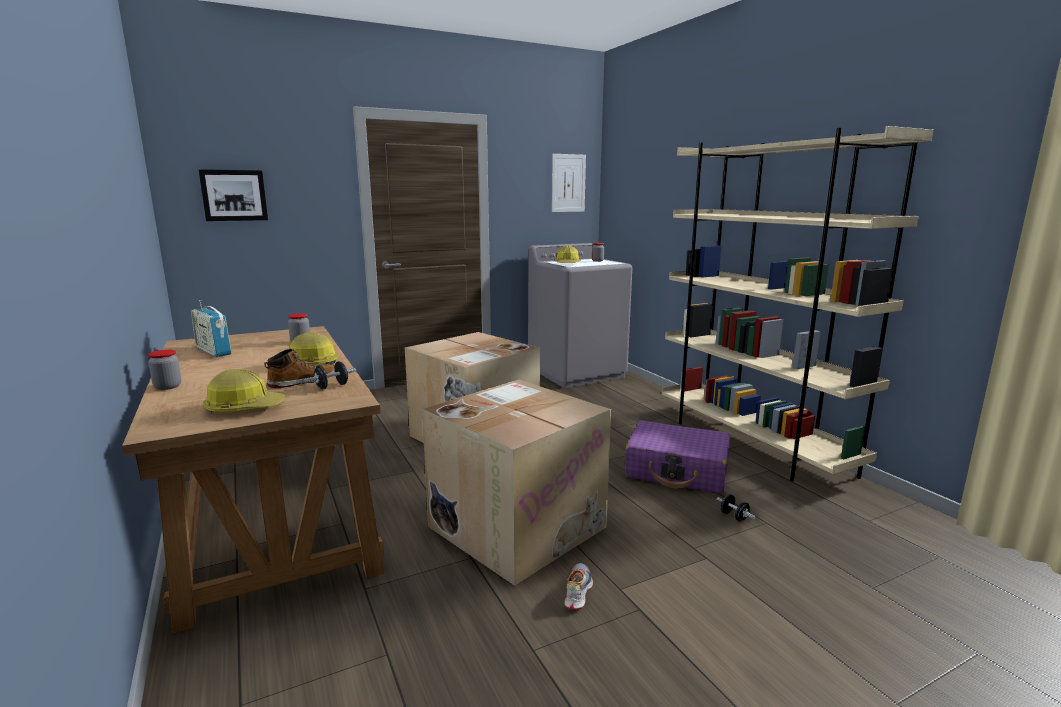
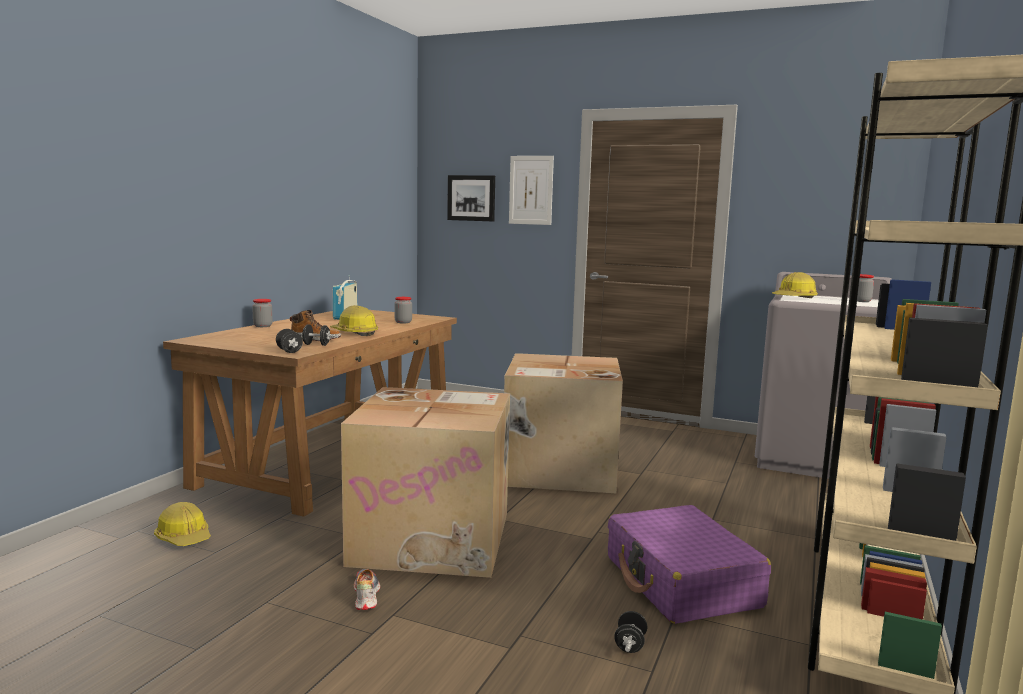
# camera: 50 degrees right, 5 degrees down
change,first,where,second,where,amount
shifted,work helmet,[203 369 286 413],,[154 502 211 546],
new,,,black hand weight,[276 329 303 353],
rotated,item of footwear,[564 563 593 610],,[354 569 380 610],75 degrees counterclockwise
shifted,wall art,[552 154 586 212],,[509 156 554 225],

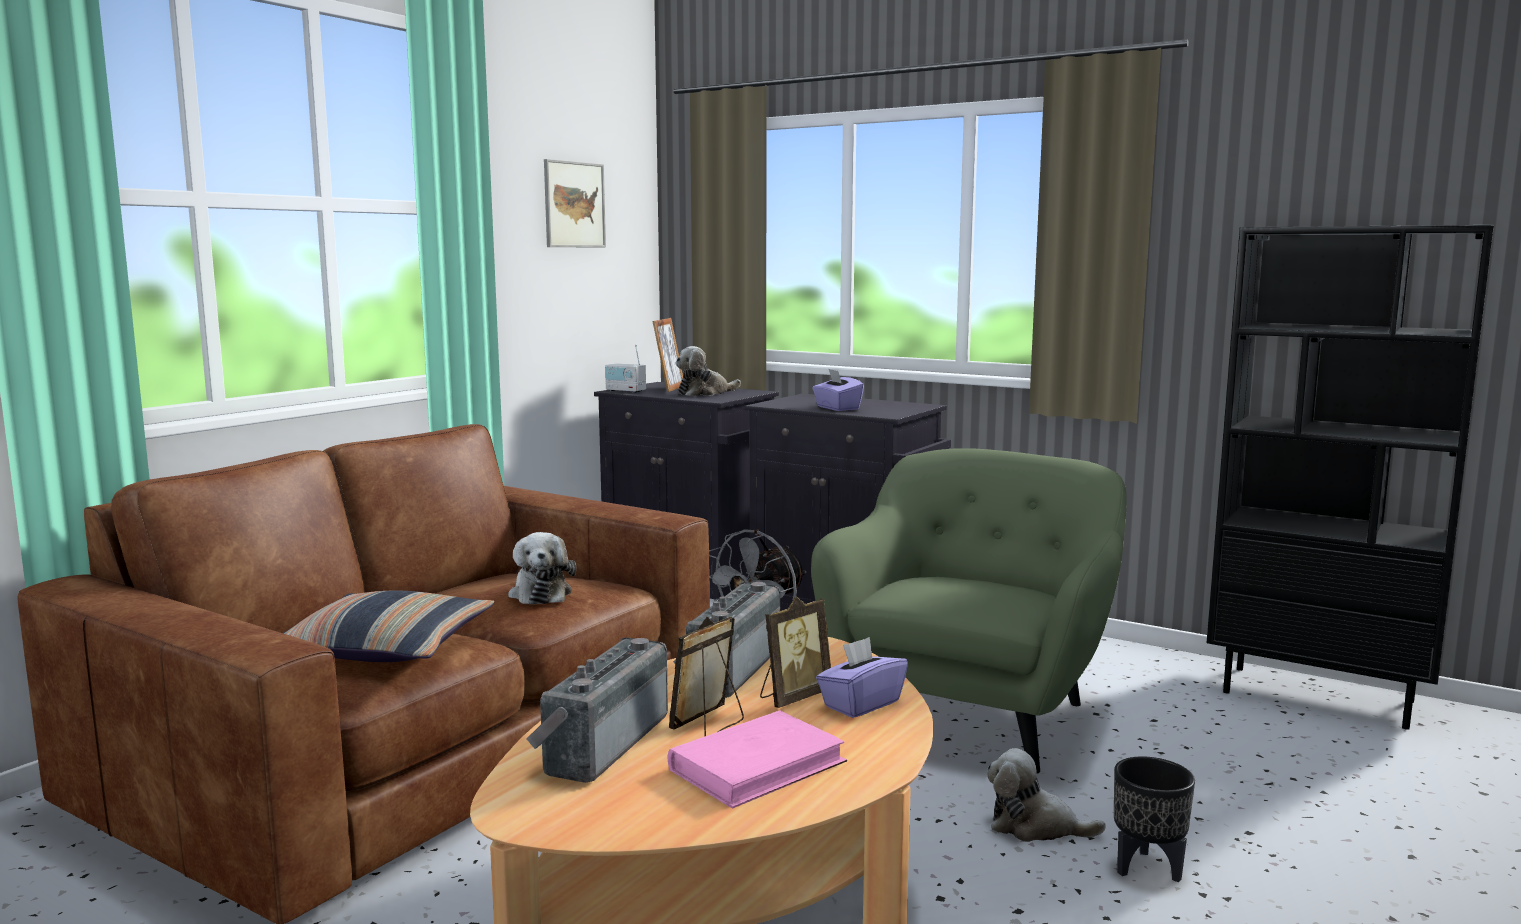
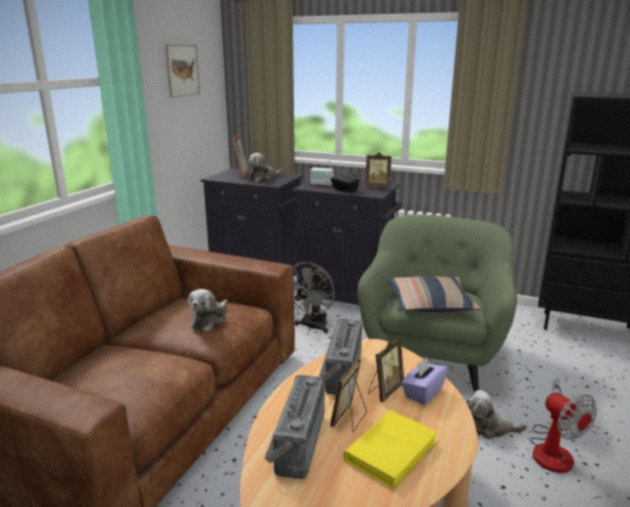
# camera: 10 degrees left, 10 degrees up
change,first,where,second,where,amount
rotated,soft toy,[508 532 576 605],,[188 289 228 331],45 degrees clockwise
shifted,radio,[605 345 646 393],,[310 160 334 186],
repainted,purple-coloured tissue holder,[812 369 864 411],black tissue holder,[330 168 360 192],
repainted,pink book,[667 710 847 808],yellowish book,[343 410 438 490],
new,,,photo frame,[365 152 392 187],
shifted,throw pillow,[283 591 494 662],,[387 276 481 312],
swapped,black planter,[1114 756 1195 882],electric fan,[530 378 597 473],

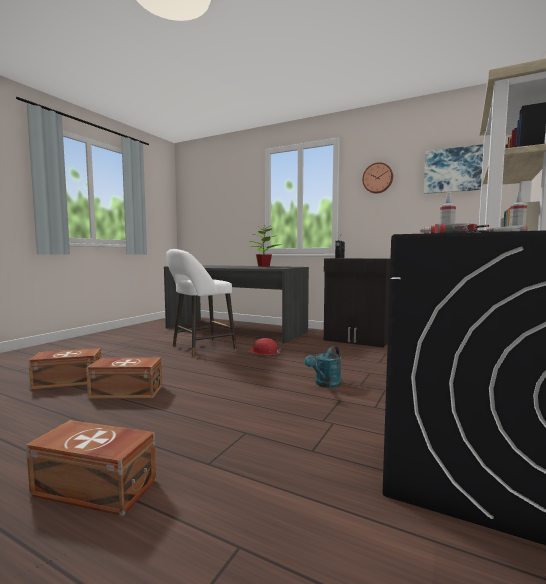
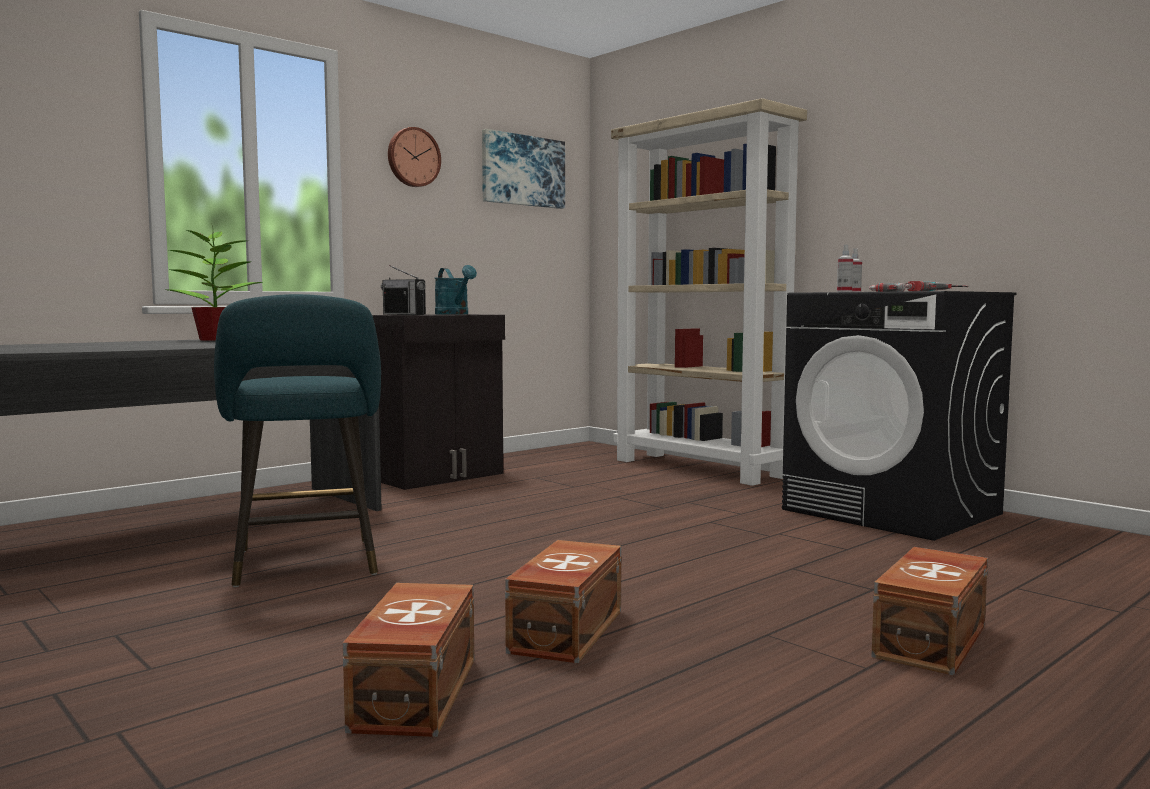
# camera: 70 degrees left, 0 degrees up
change,first,where,second,where,amount
repainted,white stool,[166 249 237 357],turquoise-coloured stool,[214 294 381 587],
shifted,turquoise-coloured watering can,[304 346 341 388],,[435 265 477 314],
gone,red-coloured work helmet,[248 338 281 355],,,

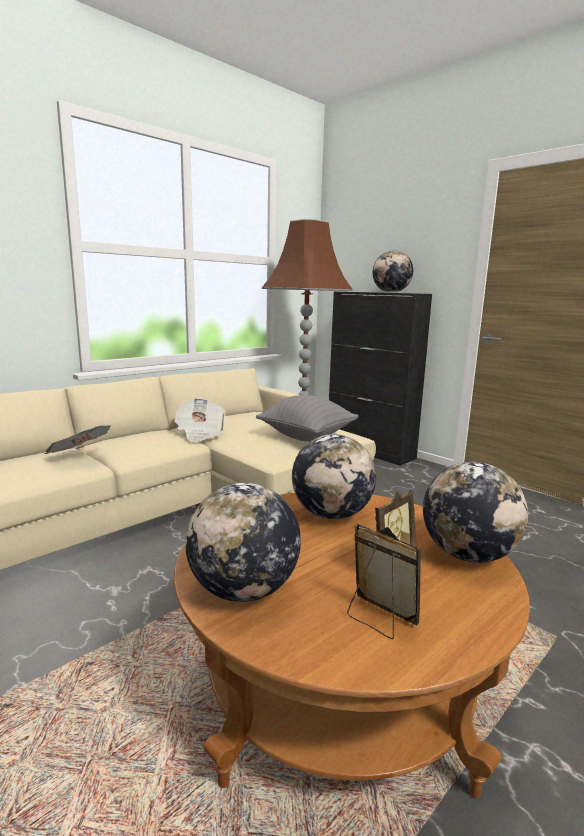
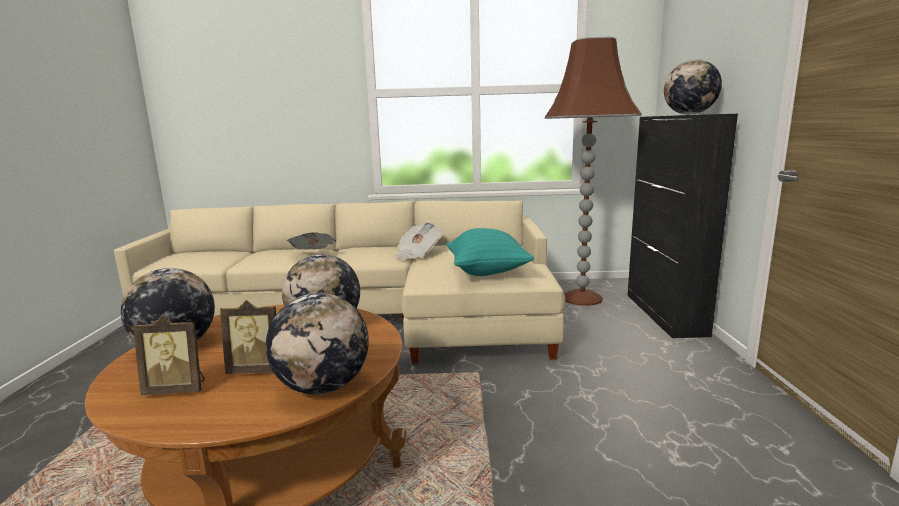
# camera: 45 degrees right, 0 degrees up
change,first,where,second,where,amount
rotated,photo frame,[347 524 421 639],,[133 316 205 395],90 degrees clockwise
repainted,grey throw pillow,[256 395 359 442],turquoise-coloured throw pillow,[446 228 534 276],

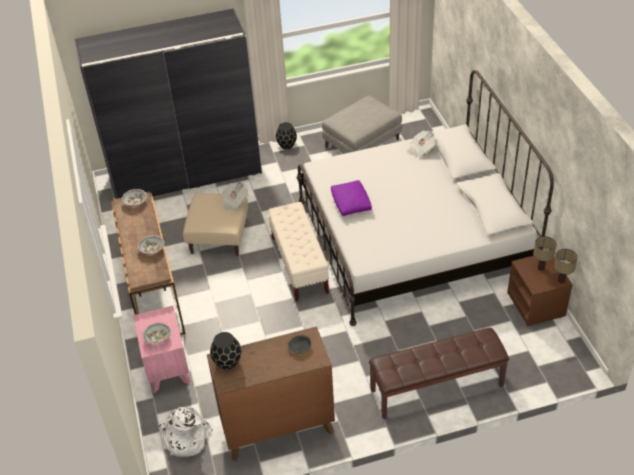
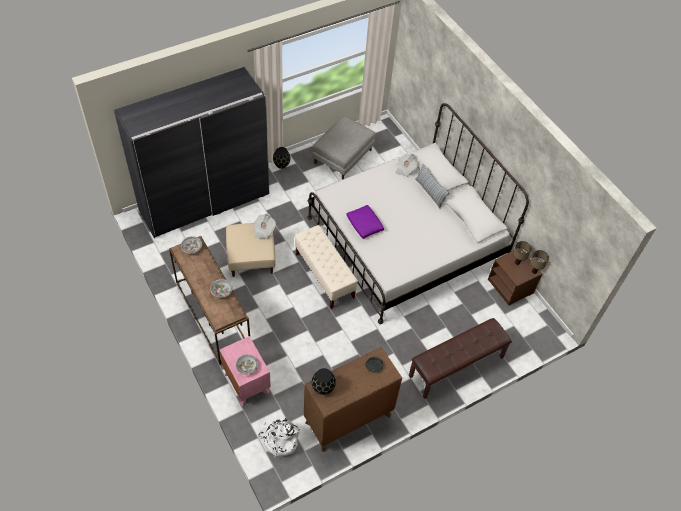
# camera: 20 degrees left, 10 degrees up
change,first,where,second,where,amount
new,,,throw pillow,[415 163 449 209],

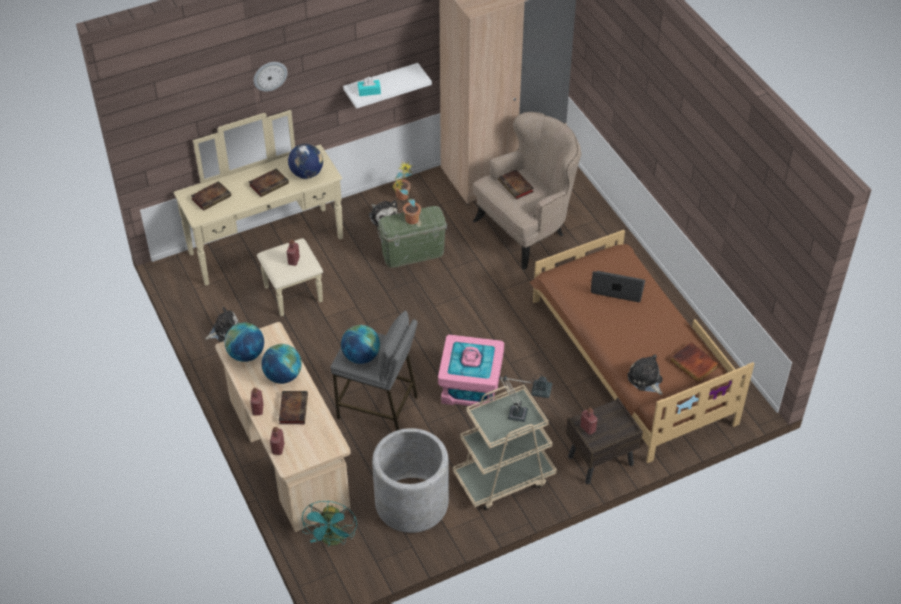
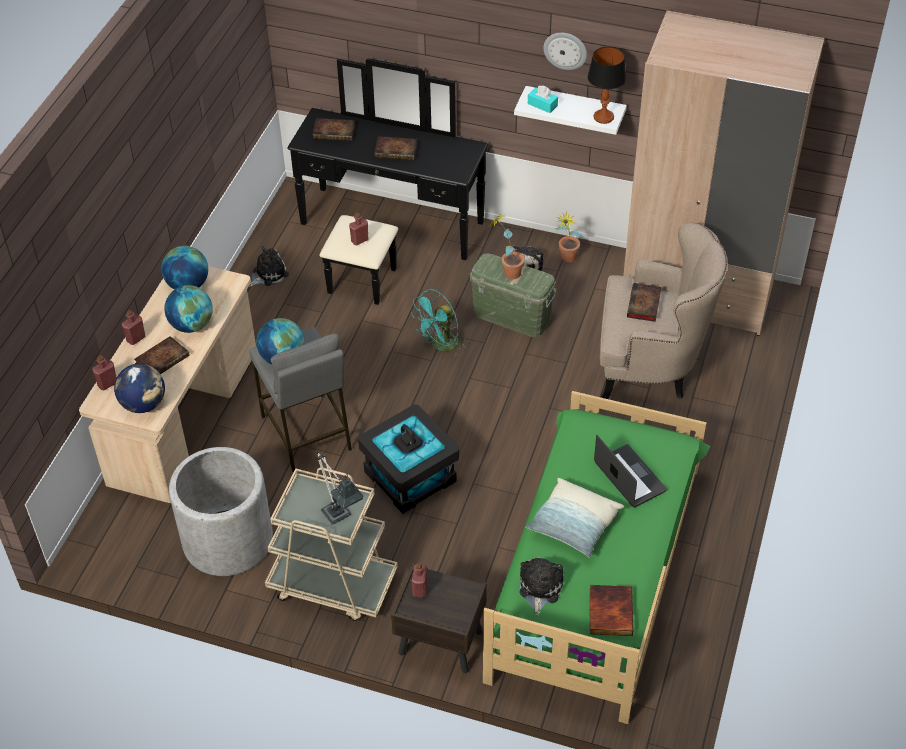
# camera: 45 degrees right, 0 degrees up
change,first,where,second,where,amount
shifted,globe,[288 144 323 179],,[114 363 165 413],
rotated,soft toy,[205 307 239 342],,[249 246 289 287],60 degrees counterclockwise
repainted,sand-coloured drawer chest,[173 110 343 316],black drawer chest,[287 58 489 305],
repainted,pink storage bin,[438 334 504 407],black storage bin,[358 404 459 514],
shifted,turquoise-coloured electric fan,[302 501 357 546],,[411 289 466 355],
repainted,brown-coloured bedroom bed,[529 230 754 463],greenish bedroom bed,[483 391 711 724],
new,,,throw pillow,[525 478 624 558],
shifted,hanging clock,[253 62 287 92],,[543 33 587 70],
new,,,lamp for a table,[587 47 626 124],

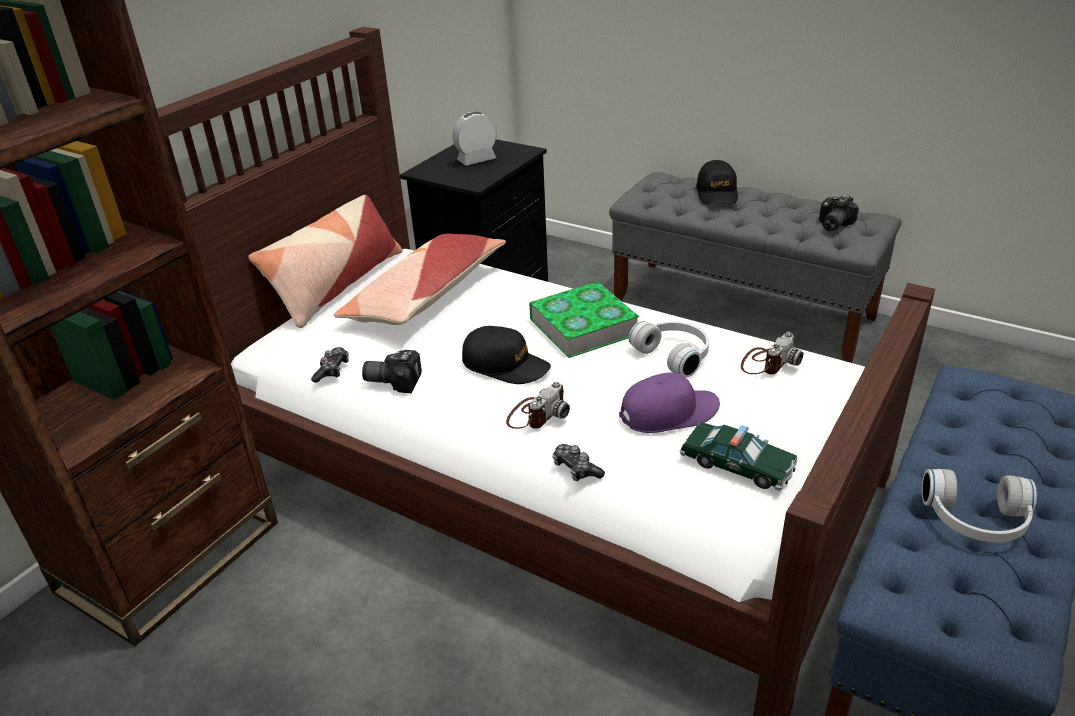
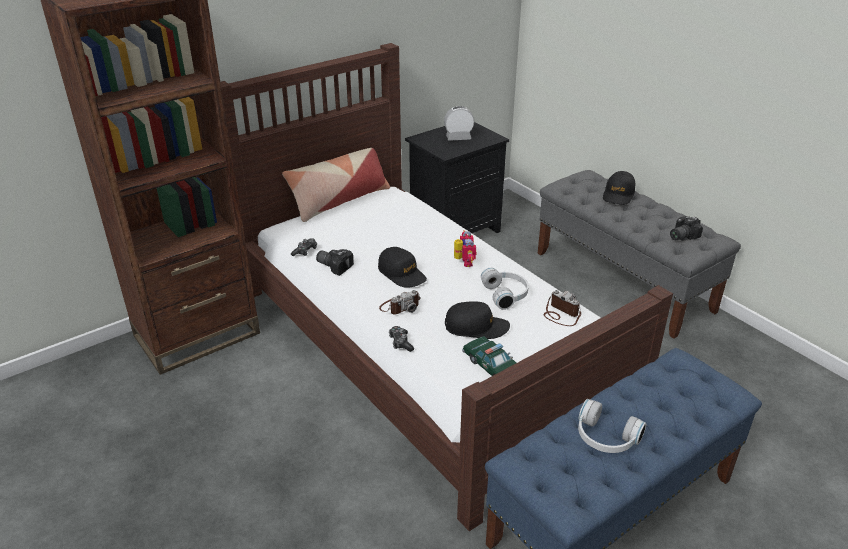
# camera: 20 degrees right, 0 degrees up
change,first,where,second,where,amount
repainted,purple-coloured peaked cap,[619 372 720 433],black peaked cap,[445 301 510 339],
swapped,book,[529 282 639 358],toy robot,[454 230 476 267],
rotated,photo camera,[741 332 803 374],,[544 290 581 326],105 degrees counterclockwise
gone,throw pillow,[334 234 506 325],,,

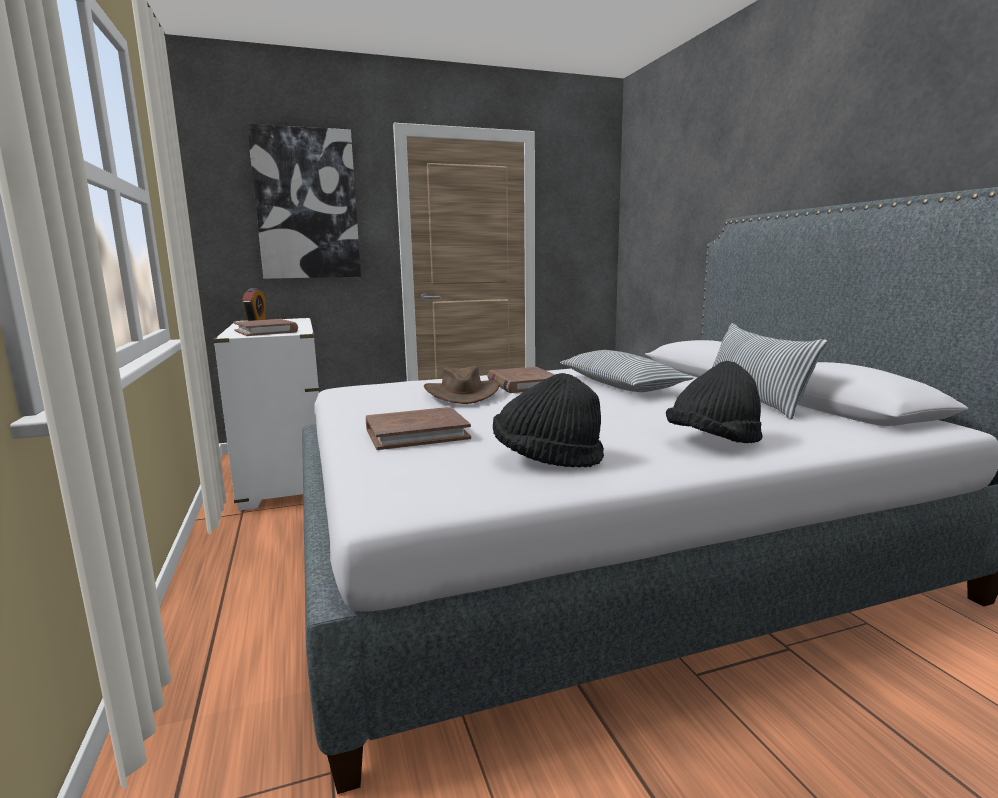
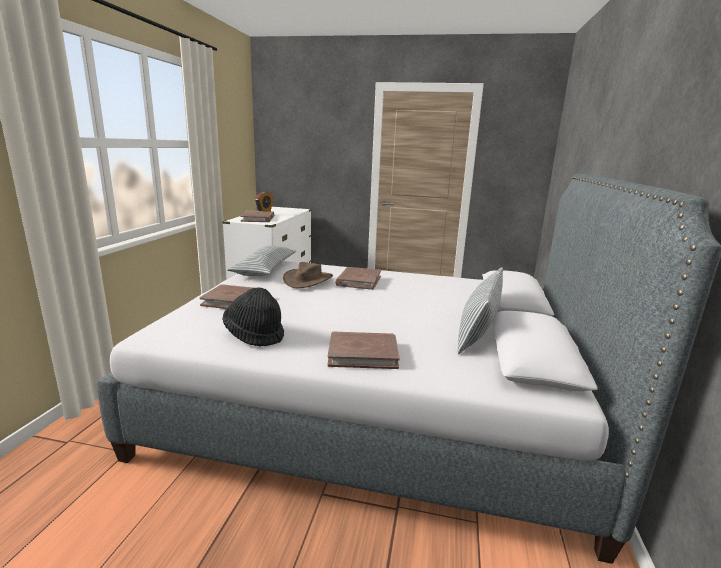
# camera: 30 degrees right, 5 degrees up
change,first,where,second,where,amount
shifted,throw pillow,[560 350 694 392],,[227 246 296 276],
swapped,black wearable hat,[666 361 763 443],brown-coloured book,[327 332 400 369],
gone,wall art,[247 124 361 279],,,

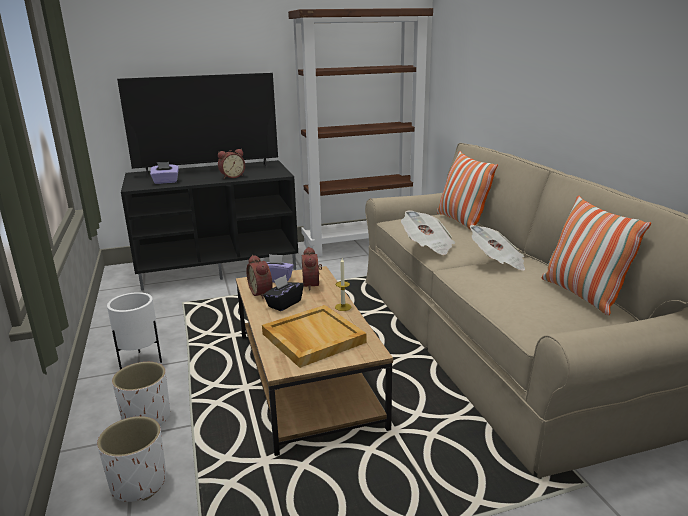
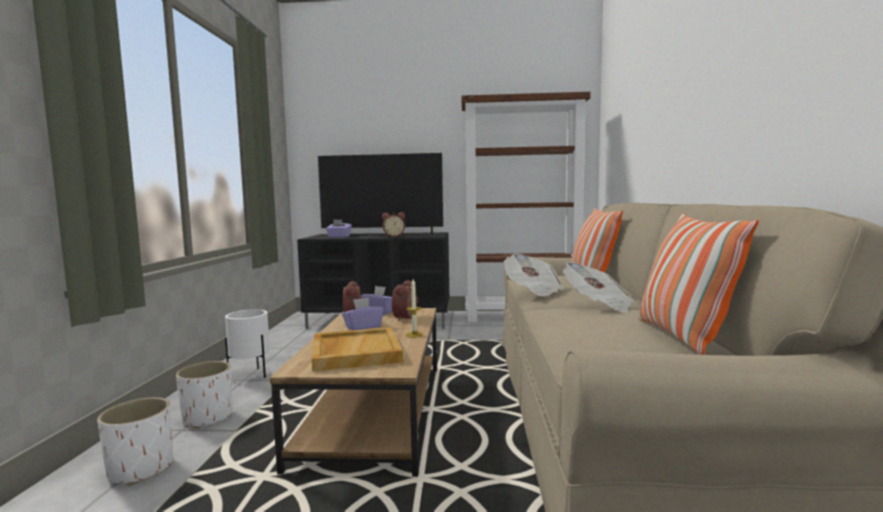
# camera: 20 degrees right, 15 degrees down
change,first,where,second,where,amount
repainted,black tissue holder,[263 275 304 311],purple-coloured tissue holder,[342 297 384 330],

